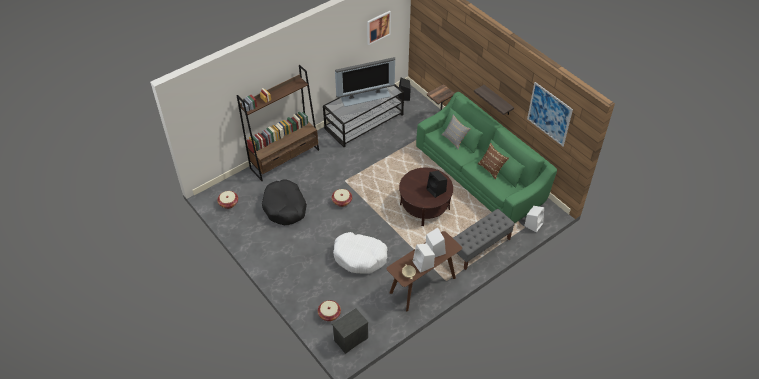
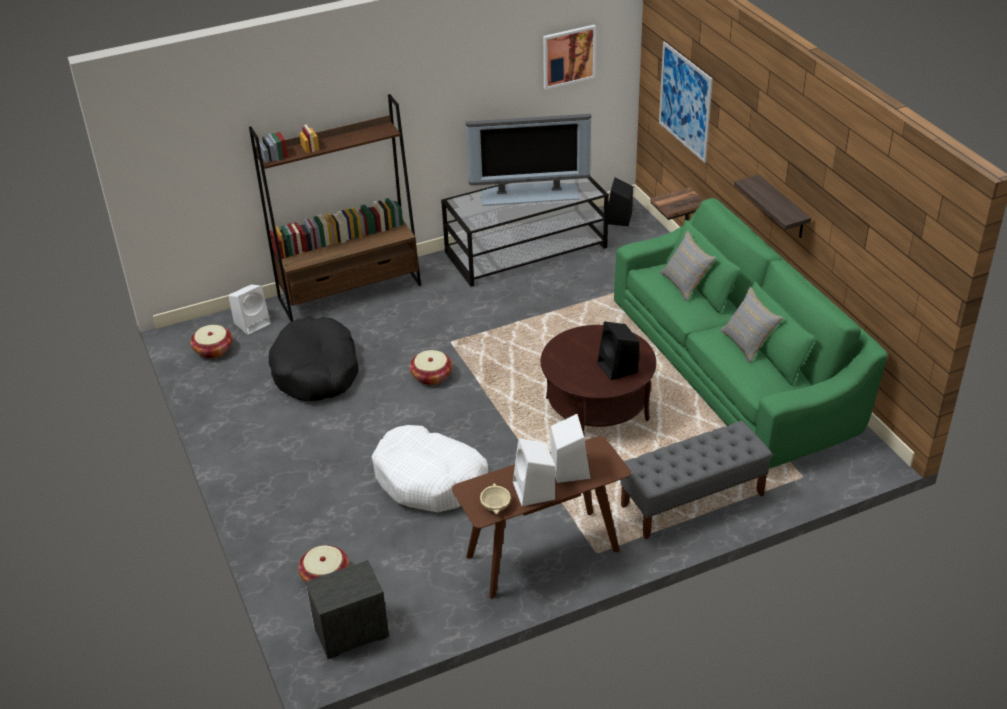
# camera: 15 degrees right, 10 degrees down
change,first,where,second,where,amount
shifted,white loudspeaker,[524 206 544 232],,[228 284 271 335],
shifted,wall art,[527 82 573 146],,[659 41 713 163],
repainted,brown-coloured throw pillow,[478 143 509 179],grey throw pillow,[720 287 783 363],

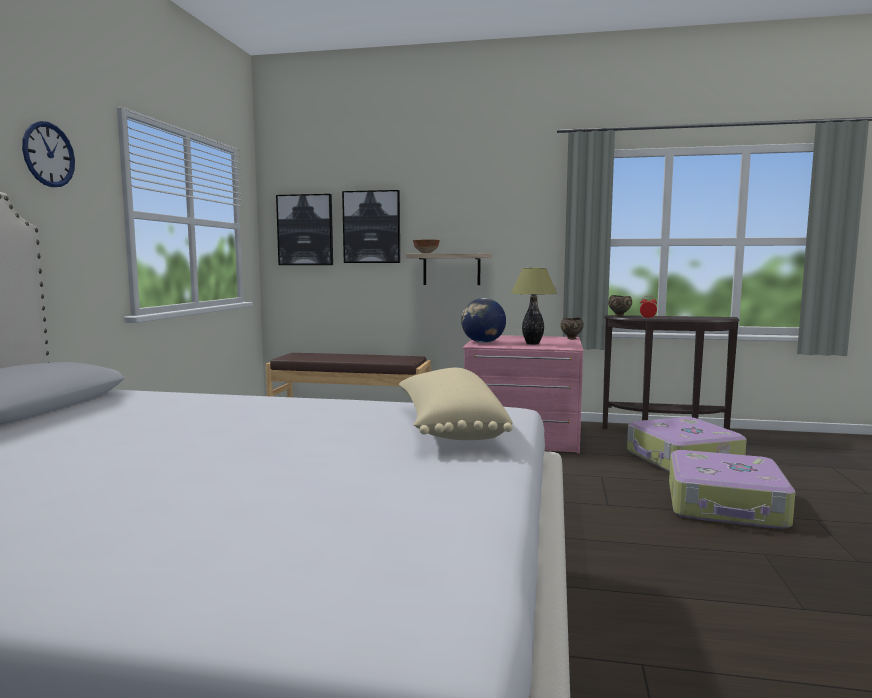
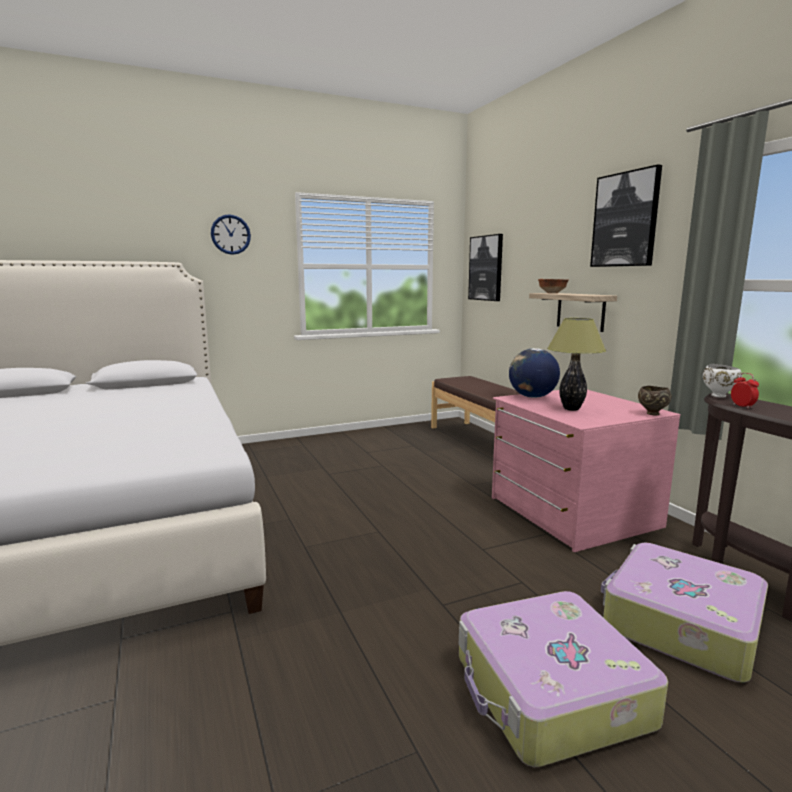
# camera: 55 degrees right, 5 degrees up
change,first,where,second,where,amount
shifted,wall art,[342 190 400 263],,[590 164 662 267],
repainted,brown-coloured serving bowl,[608 295 632 317],white serving bowl,[703 364 742 398],
gone,sand-coloured throw pillow,[399 368 513 440],,,

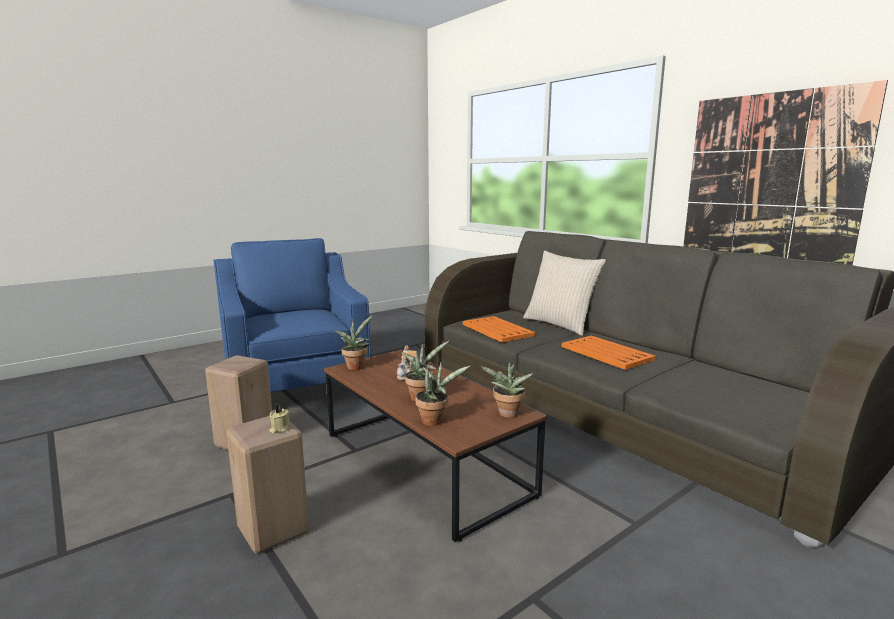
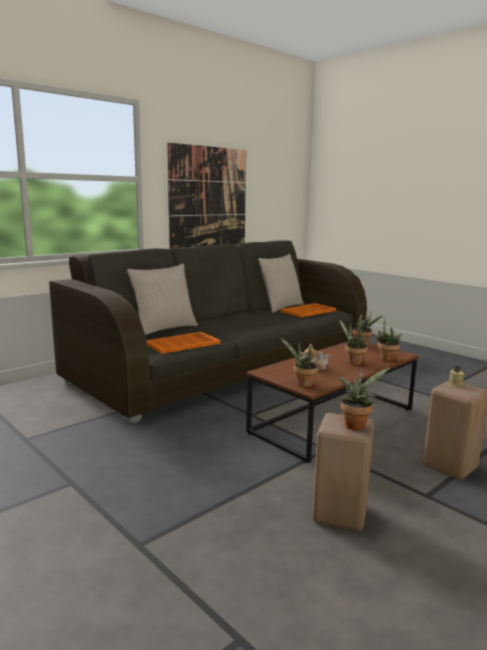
# camera: 95 degrees left, 0 degrees up
change,first,where,second,where,amount
new,,,sand-coloured throw pillow,[258 254 304 313],
shifted,orange tray,[562 336 656 370],,[280 303 336 317],
new,,,plant in a pot,[337 368 390 430],
gone,blue-coloured armchair,[213 238 371 399],,,

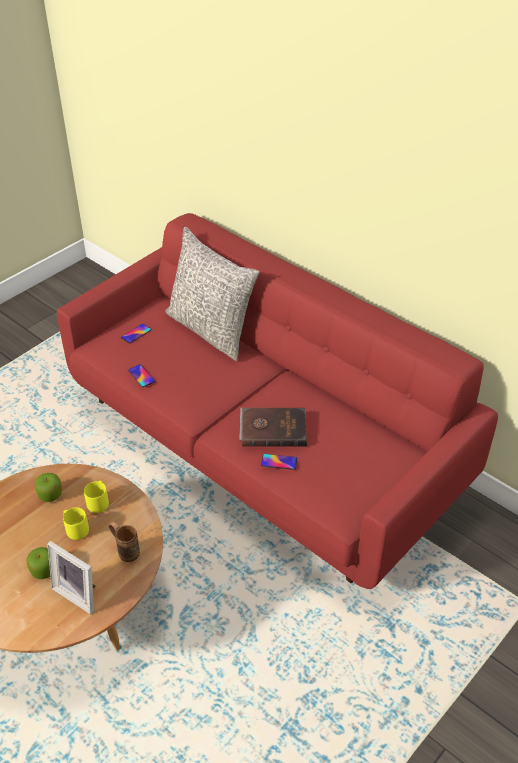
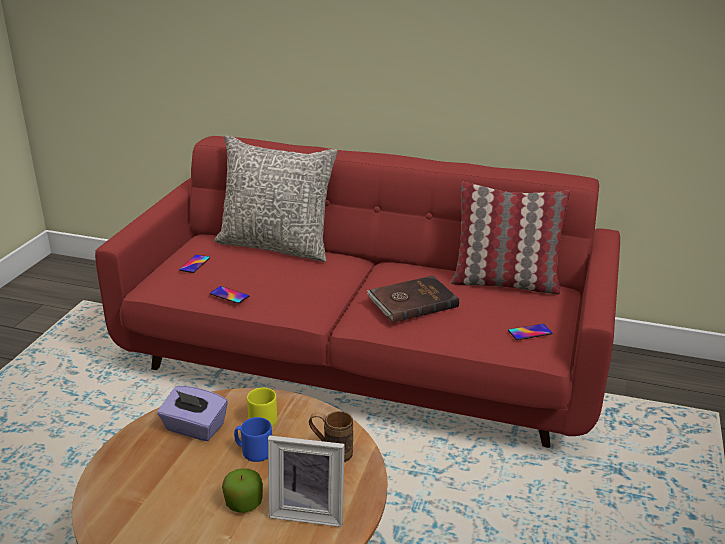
# camera: 25 degrees left, 15 degrees down
change,first,where,second,where,amount
swapped,apple,[35 473 62 502],purple-coloured tissue holder,[157 386 228 441],
repainted,yellowish mug,[63 507 89 540],blue-coloured mug,[234 417 272 462],
new,,,throw pillow,[451 182 570 295],
shifted,phone,[261 454 297 470],,[508 324 553 340],

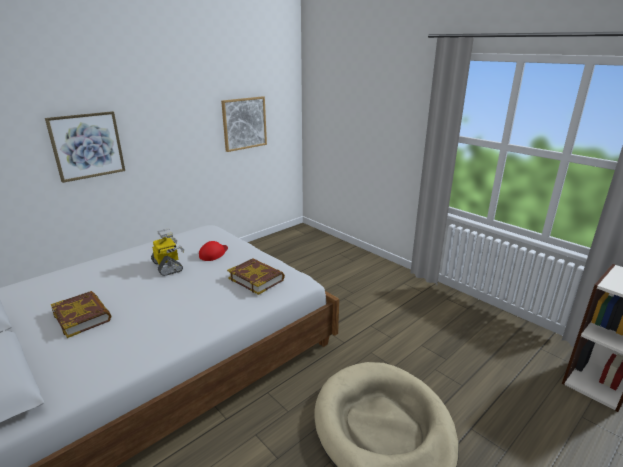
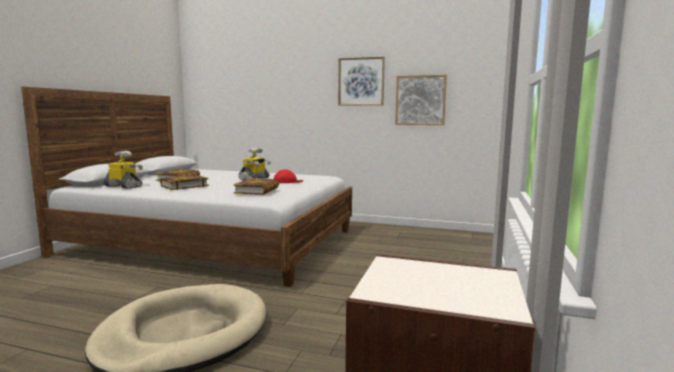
# camera: 60 degrees right, 15 degrees down
change,first,where,second,where,amount
new,,,toy robot,[104 151 143 189],
new,,,book,[160 175 209 190],
shifted,wall art,[45 111 125 183],,[338 57 385 106],

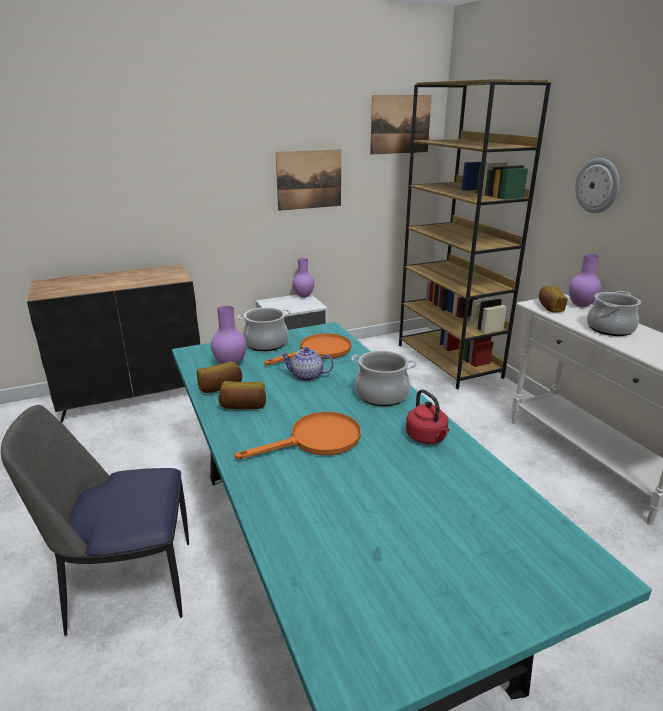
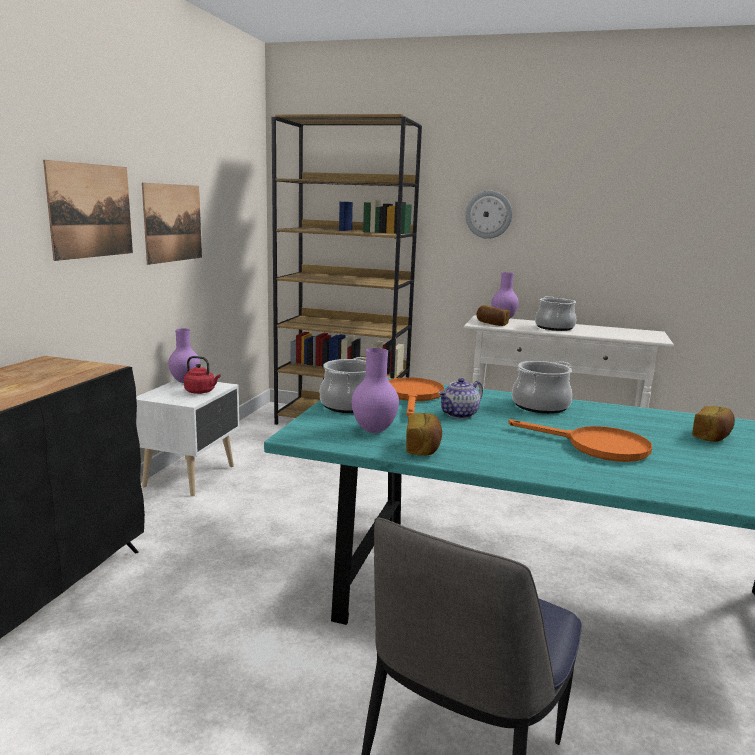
# camera: 50 degrees left, 10 degrees down
change,first,where,second,where,amount
shifted,wall art,[370 95 432 155],,[43 160 133 261],
shifted,red-coloured water kettle,[406 389 449 444],,[184 356 221 394],
rotated,orange skillet,[234 412 361 459],,[508 419 652 462],105 degrees clockwise
shifted,bakery bread,[218 381 266 410],,[692 406 735 442],

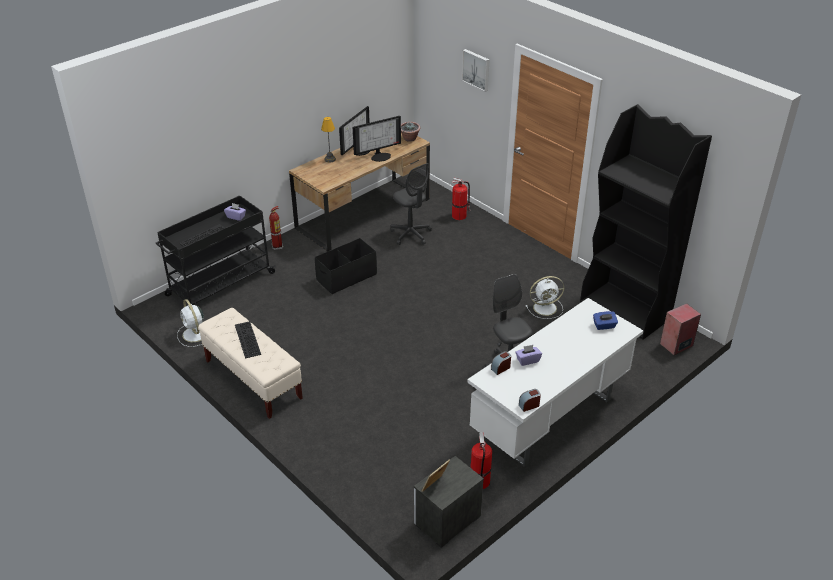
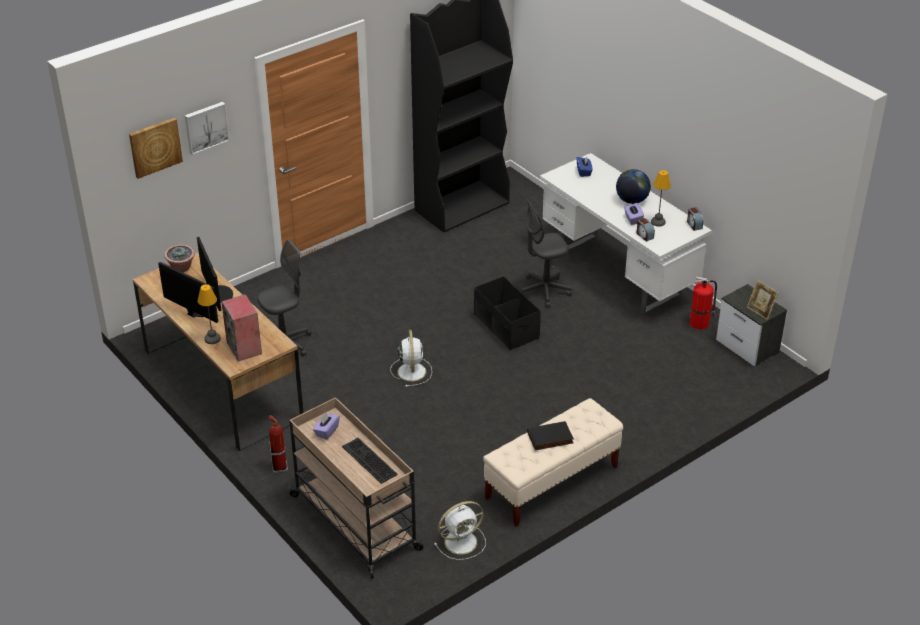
# camera: 85 degrees left, 0 degrees up
change,first,where,second,where,amount
new,,,wall art,[129 117 183 179],
shifted,loudspeaker,[660 303 701 355],,[221 294 262 361],
repainted,black wheeled cart,[156 195 276 305],sand-coloured wheeled cart,[287 397 424 579],
shifted,white electric fan,[526 276 564 319],,[390 330 432 387],
shifted,black storage bin,[315 238 377 294],,[474 276 541 350],
swapped,PC keyboard,[235 321 261 358],black book,[527 421 574 451],
new,,,globe,[616 169 651 204],
new,,,lamp for a table,[651 170 671 227],
gone,fire-fighting cylinder,[452 178 470 220],,,

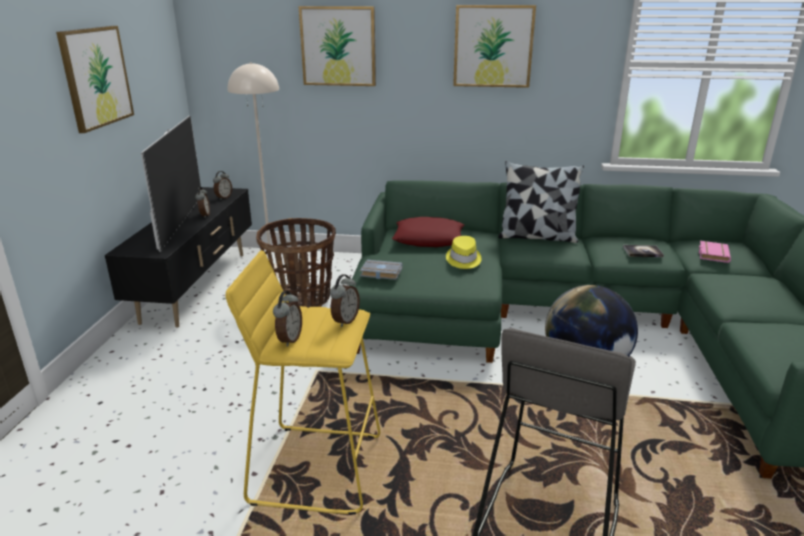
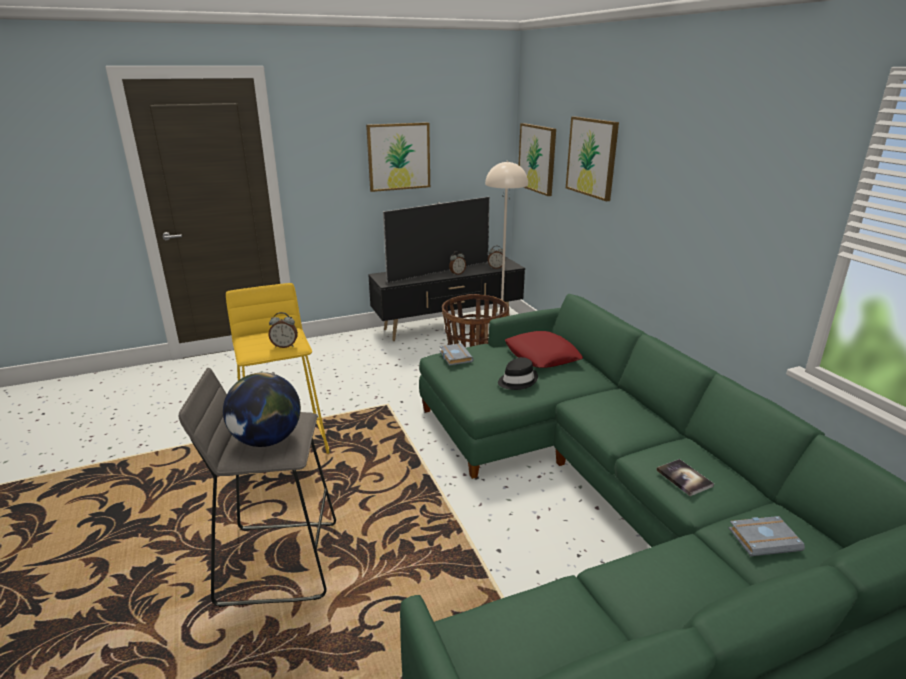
# camera: 60 degrees right, 0 degrees up
change,first,where,second,where,amount
repainted,yellowish wearable hat,[446 236 482 269],black wearable hat,[498 357 538 390],
shifted,wall art,[453 5 536 88],,[519 123 556 196],
repainted,pink book,[699 241 731 263],grey book,[729 516 805 556],
gone,table clock,[273 291 302 347],,,
gone,throw pillow,[498 161 584 243],,,

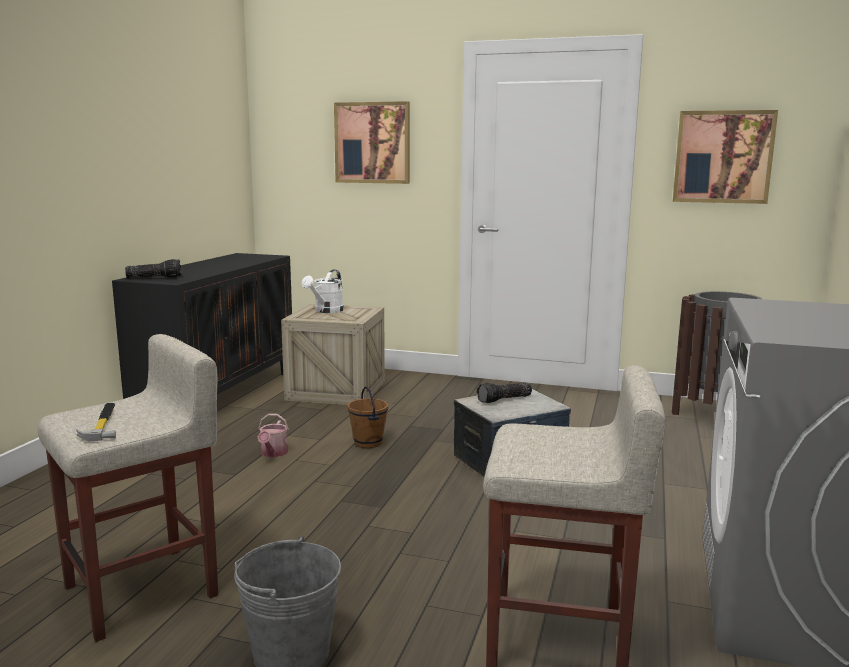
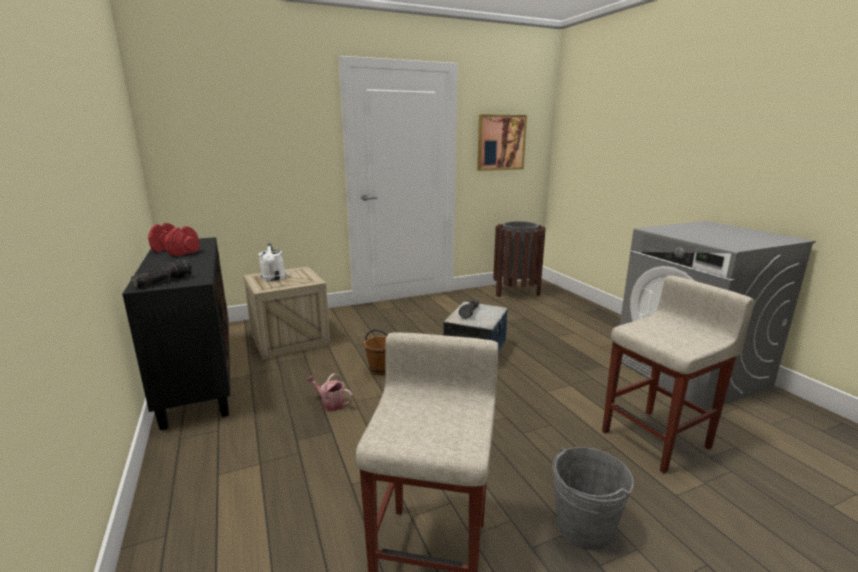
# camera: 40 degrees left, 5 degrees up
change,first,where,second,where,amount
new,,,red-coloured hand weight,[148 223 200 256],
rotated,watering can,[258 414 289 457],,[306 373 353 411],150 degrees clockwise
gone,tool hammer,[76 403 116 441],,,
gone,wall art,[334 101 410 184],,,

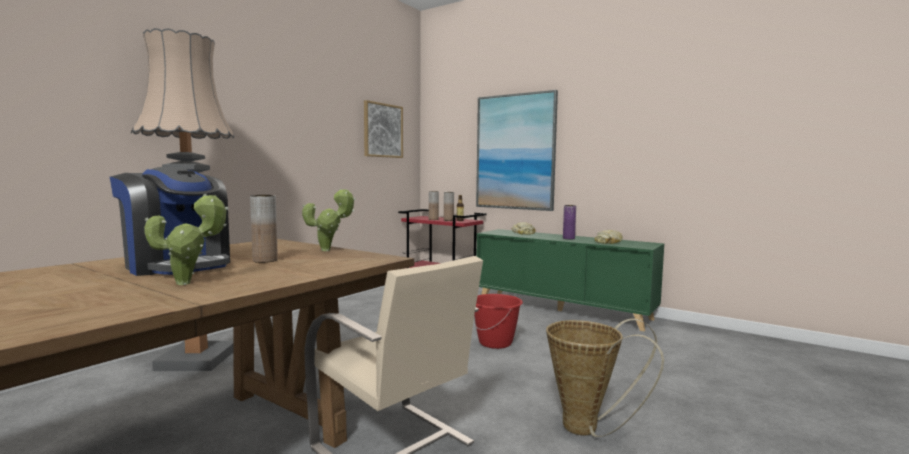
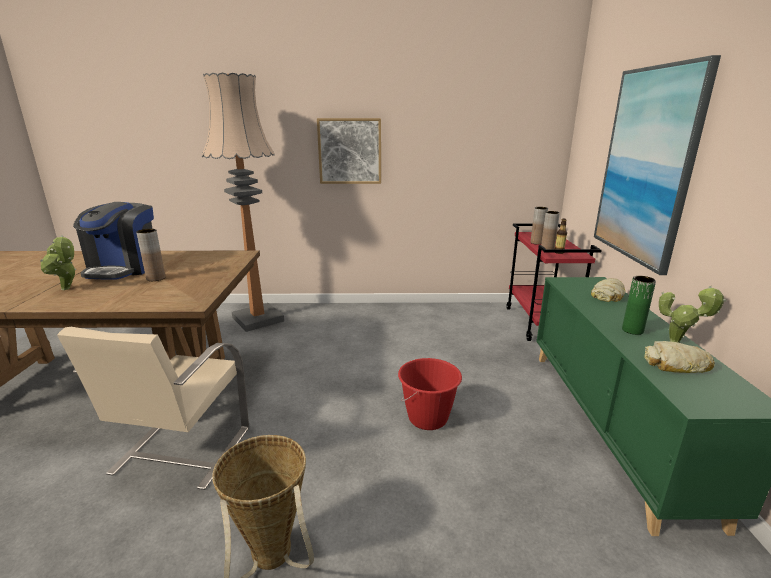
# camera: 55 degrees right, 15 degrees up
change,first,where,second,where,amount
shifted,wall art,[364 100 403 158],,[317 118 381 184],
repainted,purple-coloured decorative vase,[563 205 576 239],greenish decorative vase,[622 276 656 335],
shifted,plant in a pot,[302 189 356 251],,[659 286 726 343],

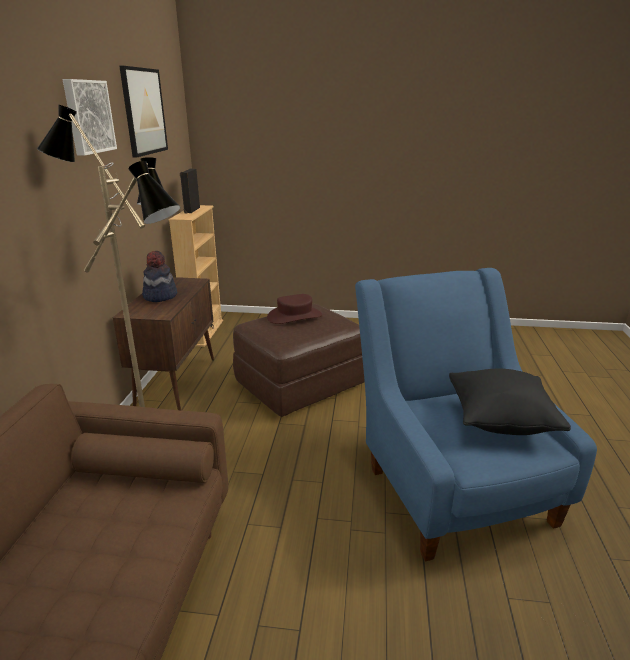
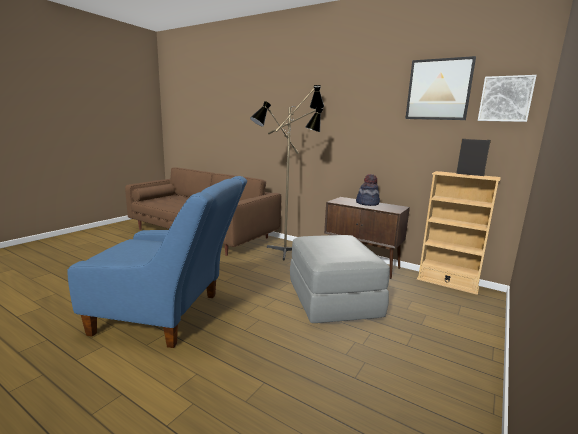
# camera: 115 degrees right, 10 degrees down
change,first,where,second,where,amount
repainted,brown-coloured footrest,[233 304 365 417],grey footrest,[290 235 390 323],
shifted,wall art,[62 79 117 156],,[478 75 537 122],
gone,brown-coloured wearable hat,[267 294 322 324],,,
gone,black throw pillow,[449 369 571 435],,,

